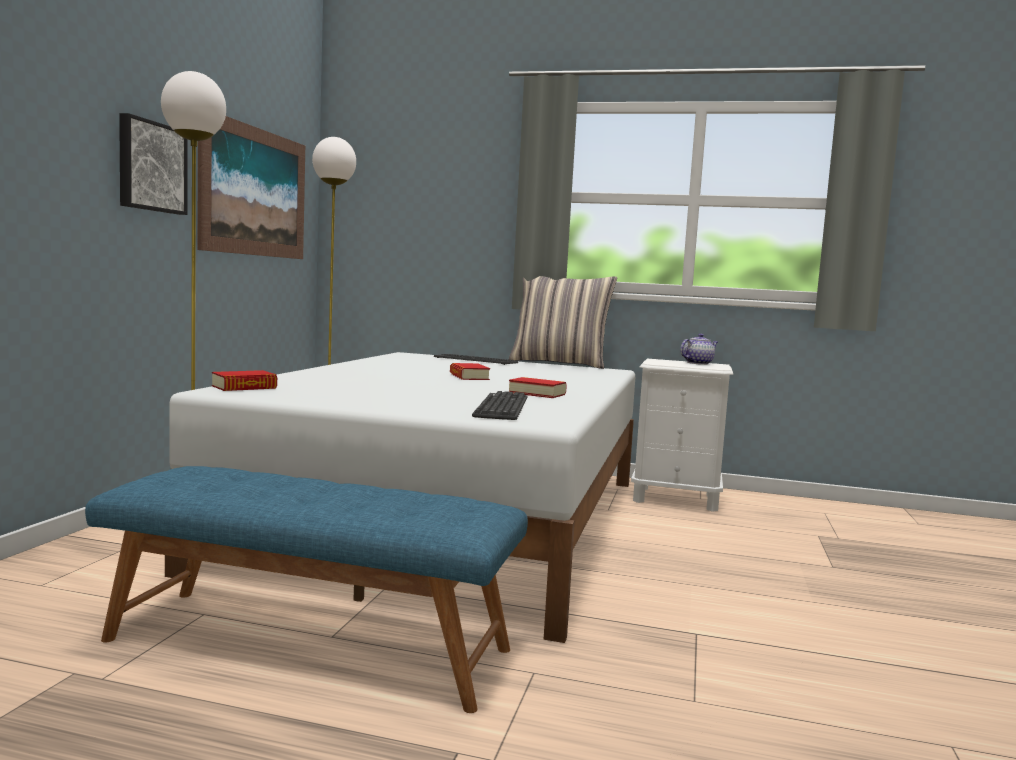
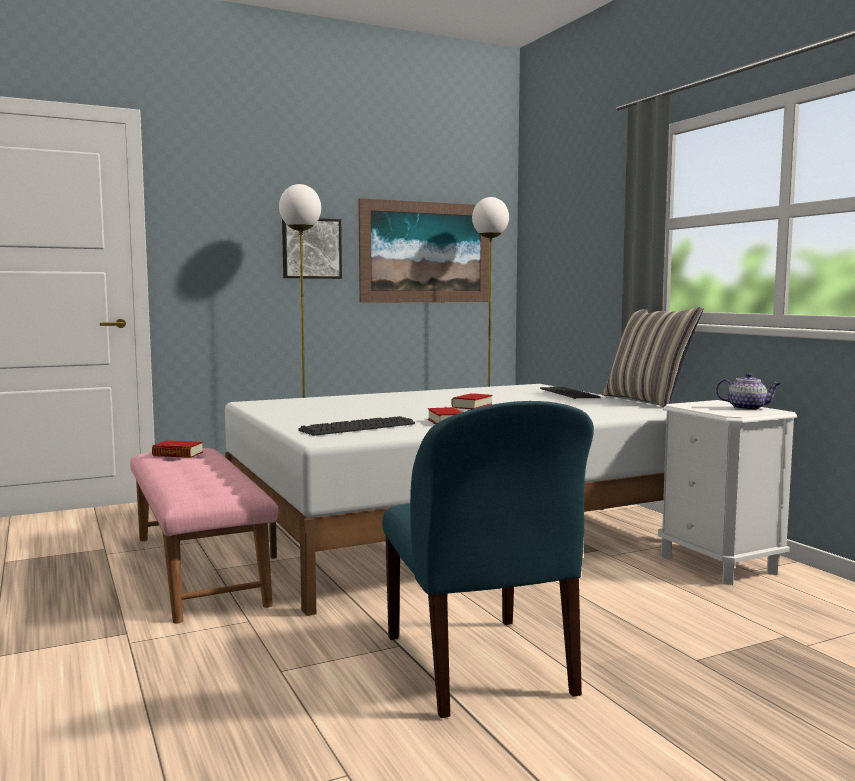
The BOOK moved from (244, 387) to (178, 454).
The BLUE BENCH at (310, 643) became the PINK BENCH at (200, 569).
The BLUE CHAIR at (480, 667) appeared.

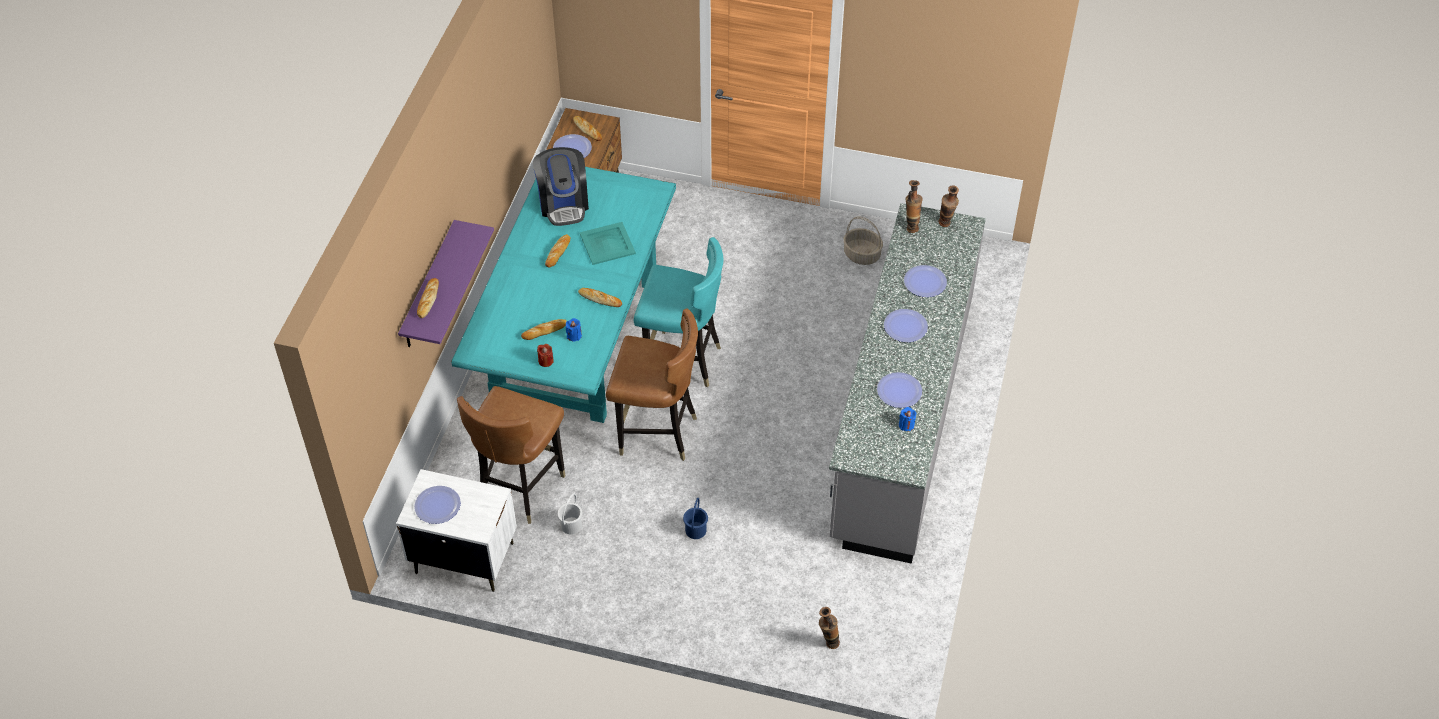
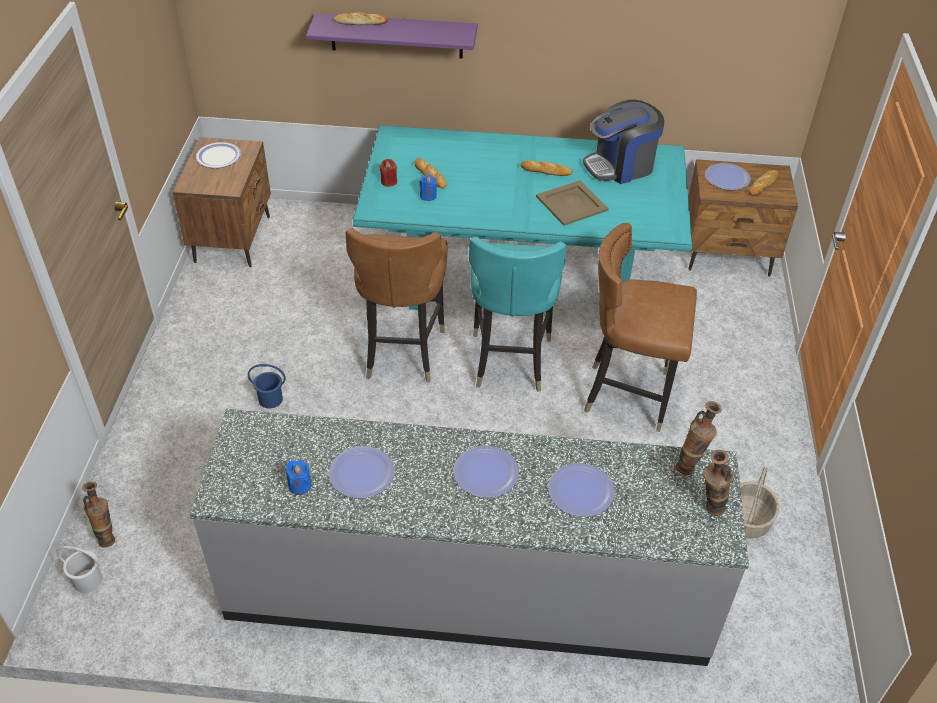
The TURQUOISE TRAY at (607, 243) became the BEIGE TRAY at (572, 203).
The BREAD at (600, 299) disappeared.
The BROWN CHAIR moved from (519, 487) to (629, 395).
The WHITE NIGHTSTAND at (464, 557) became the BROWN NIGHTSTAND at (233, 239).
The WHITE BUCKET moved from (570, 525) to (88, 580).

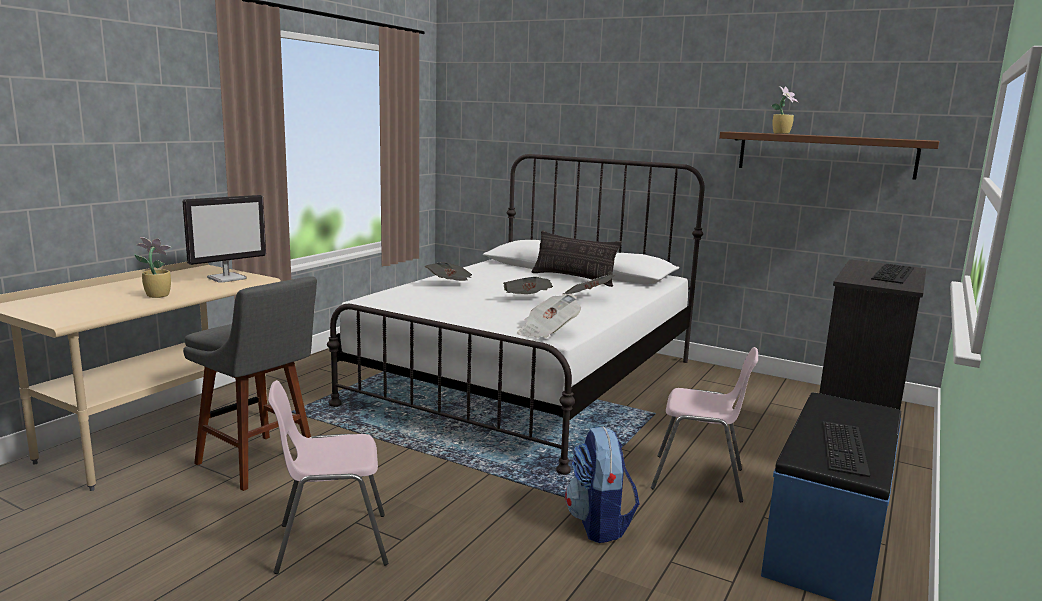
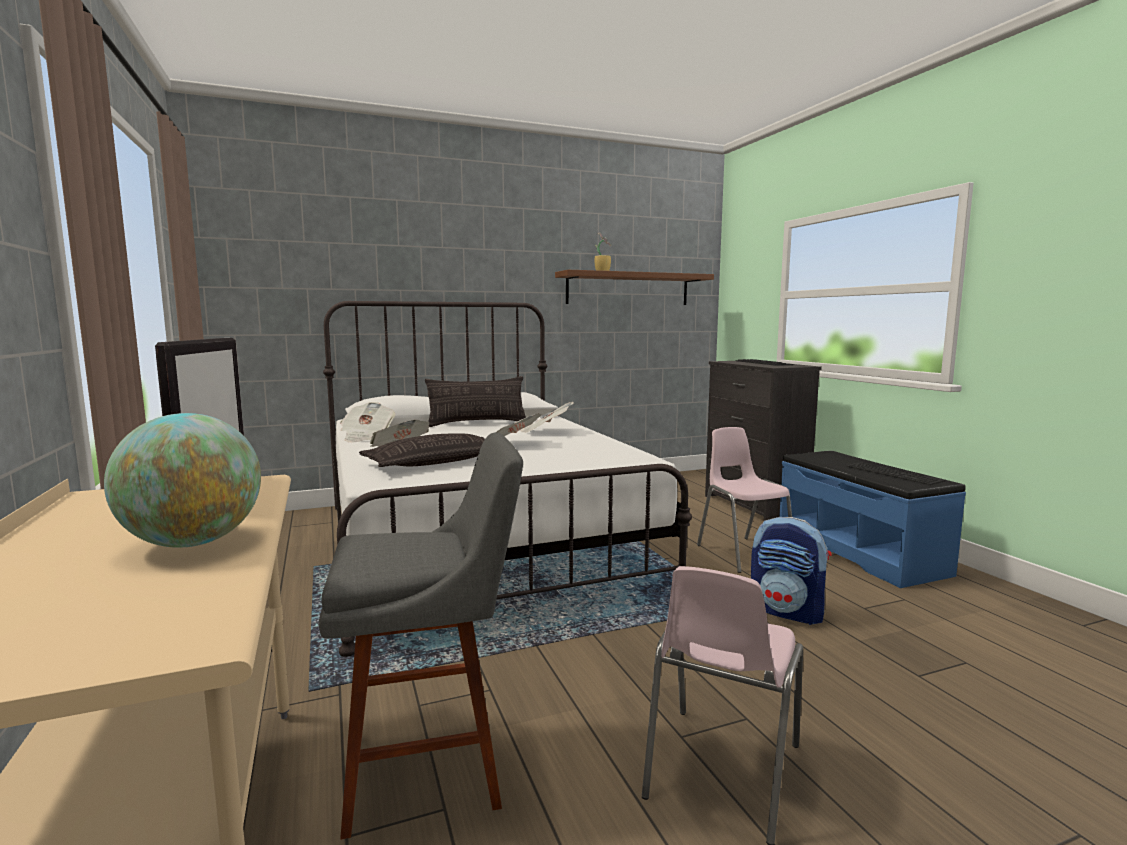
The POTTED PLANT at (157, 295) was replaced by the GLOBE at (193, 543).
The NEWSPAPER moved from (547, 332) to (366, 437).
The PINK CHAIR at (699, 479) turned 75 degrees counterclockwise.
The PILLOW at (437, 462) appeared.

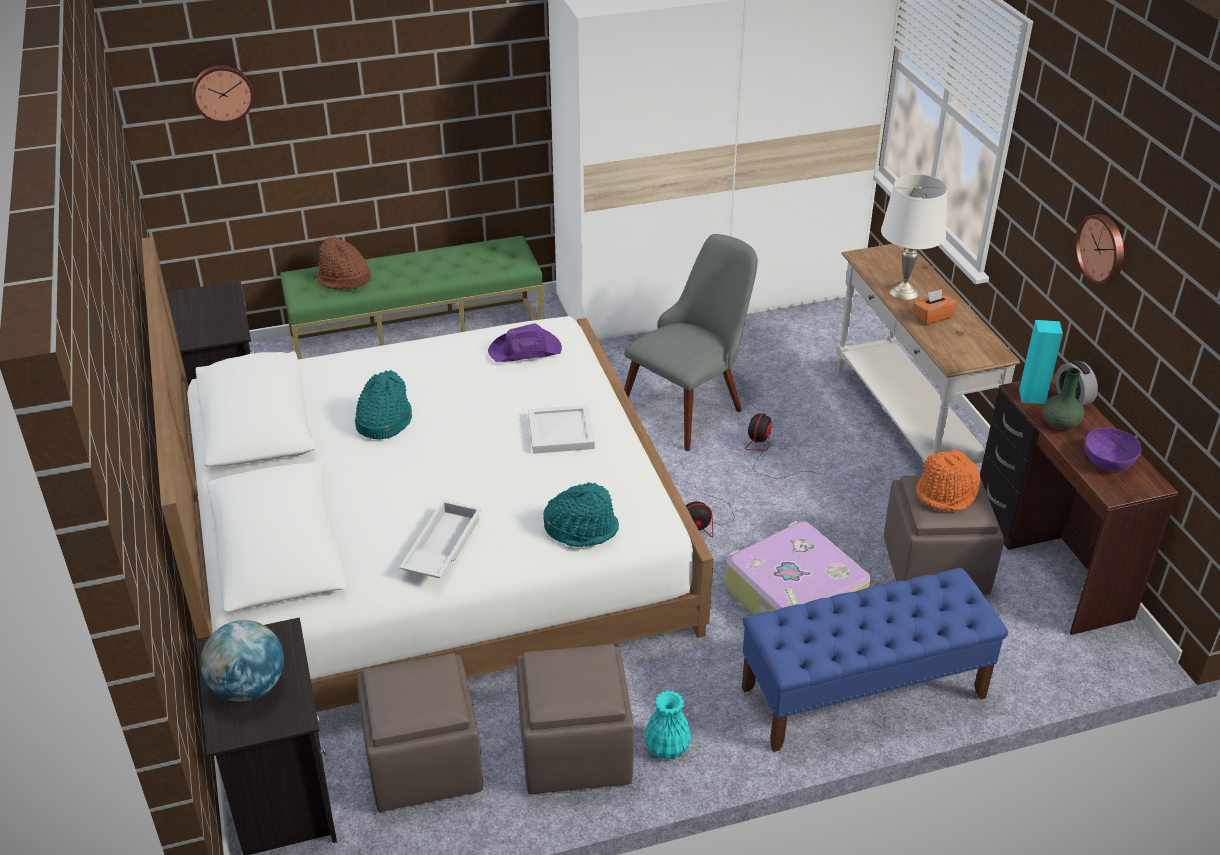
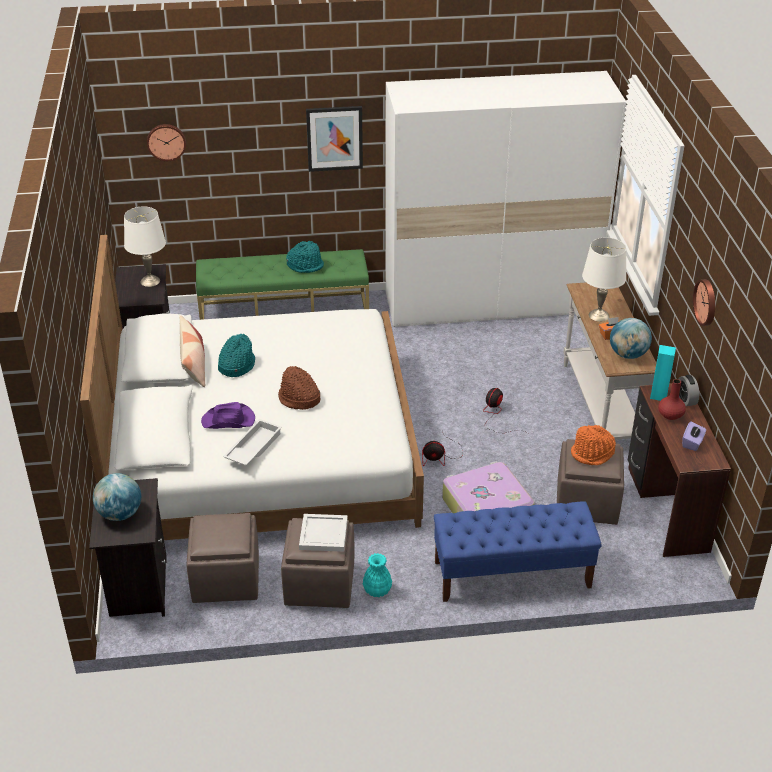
The GREY CHAIR at (690, 404) disappeared.
The BROWN HAT moved from (343, 279) to (298, 399).
The PURPLE HAT moved from (526, 351) to (229, 421).
The GREEN VASE at (1060, 423) became the RED VASE at (670, 415).
The WHITE TRAY moved from (561, 431) to (324, 534).
The PURPLE BOWL at (1108, 460) was replaced by the PURPLE TISSUE BOX at (692, 443).
The TURQUOISE HAT moved from (582, 528) to (305, 265).
The PICTURE at (334, 138) appeared.
The WHITE TABLE LAMP at (150, 281) appeared.
The PILLOW at (193, 365) appeared.
The GLOBE at (627, 354) appeared.

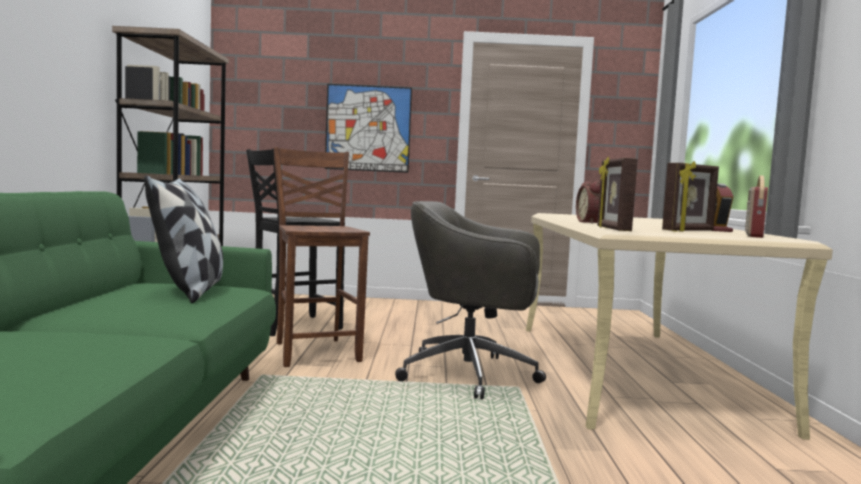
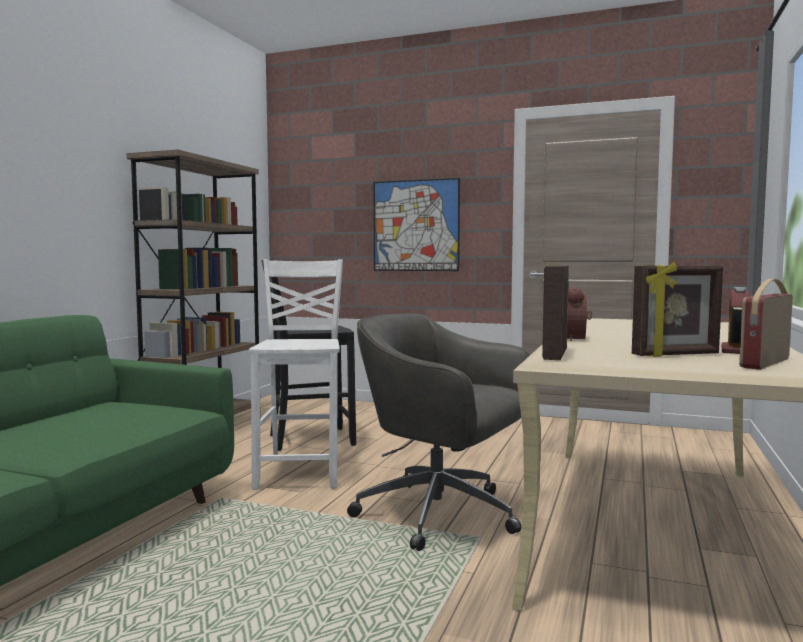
The BROWN CHAIR at (316, 351) became the WHITE CHAIR at (301, 472).
The PILLOW at (190, 291) disappeared.

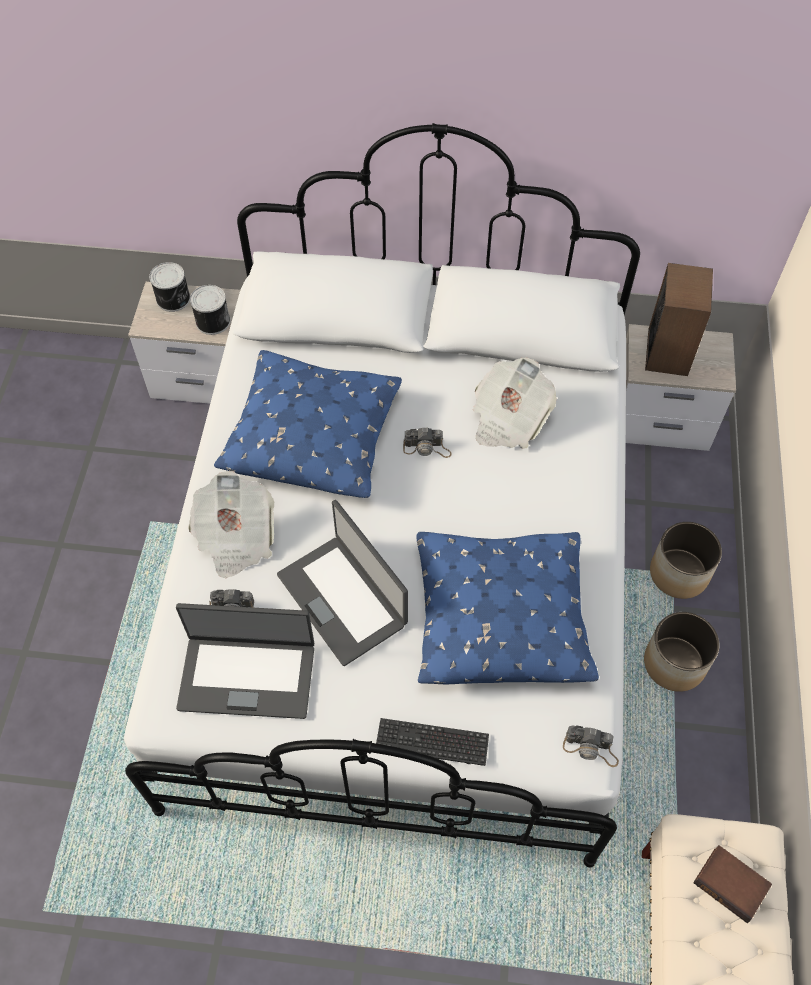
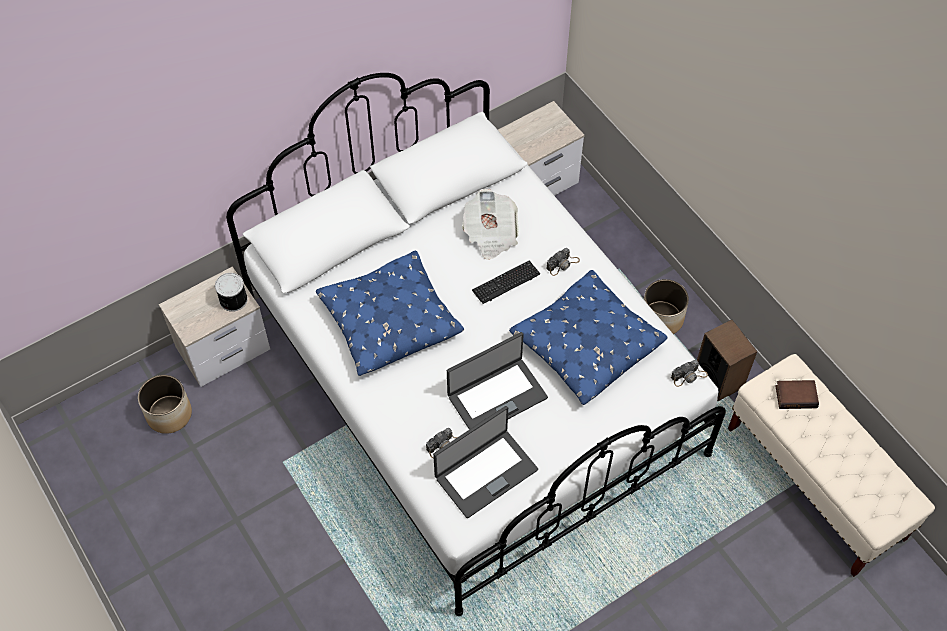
The CAN at (174, 299) disappeared.
The SPEAKER moved from (668, 352) to (719, 378).
The PHOTO CAMERA moved from (427, 448) to (562, 264).
The NEWSPAPER at (235, 537) disappeared.
The LAPTOP at (343, 599) turned 45 degrees counterclockwise.
The PLANTER moved from (679, 573) to (169, 414).
The KEYBOARD moved from (432, 742) to (506, 283).

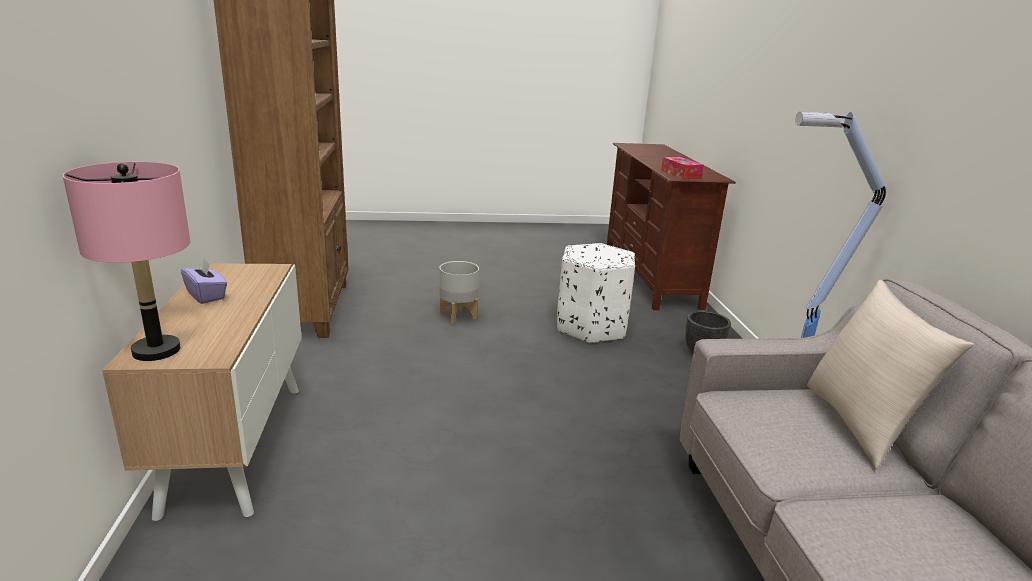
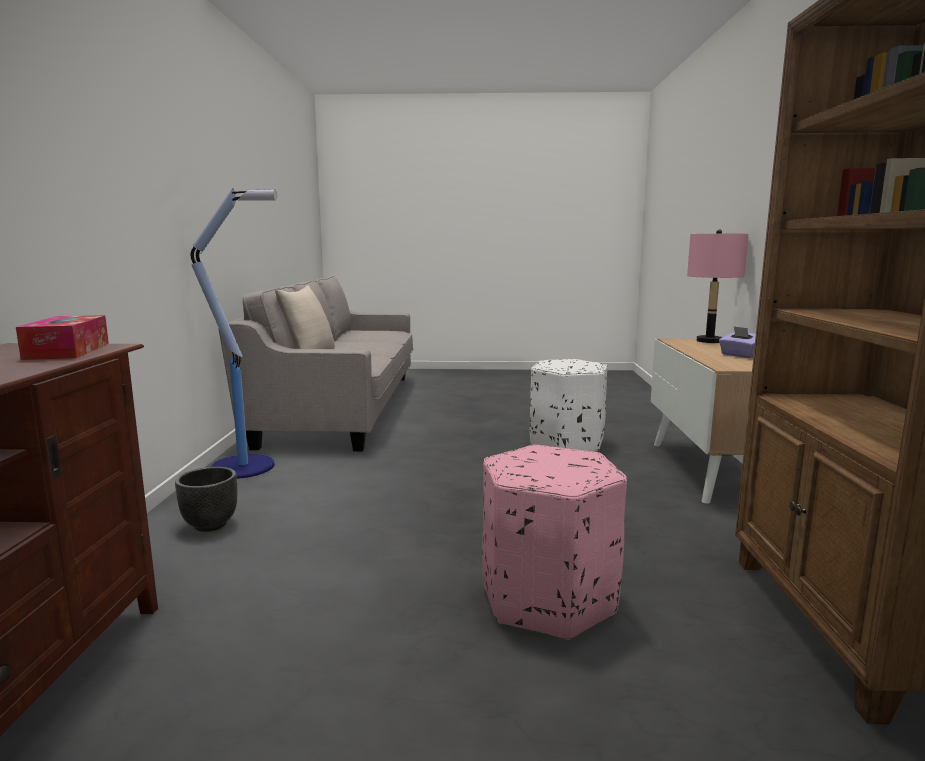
The WHITE OTTOMAN moved from (592, 327) to (566, 442).
The GREY PLANTER at (458, 317) was replaced by the PINK OTTOMAN at (548, 599).

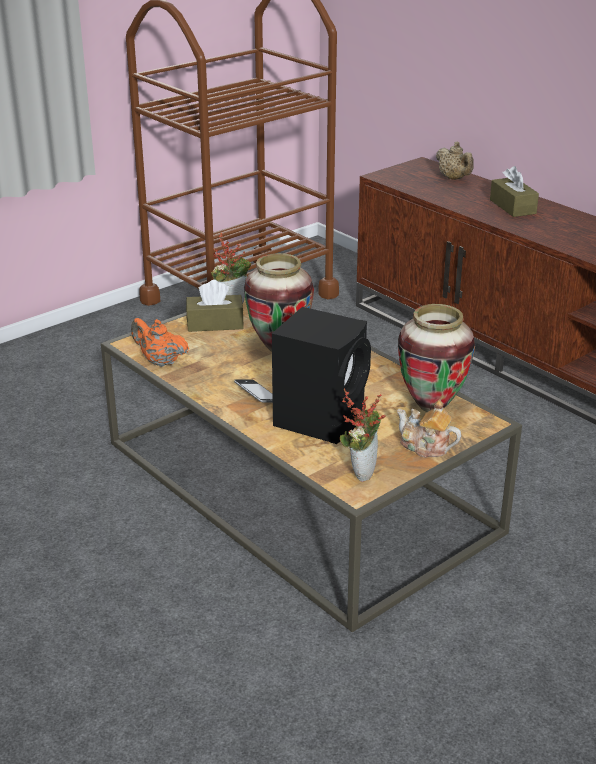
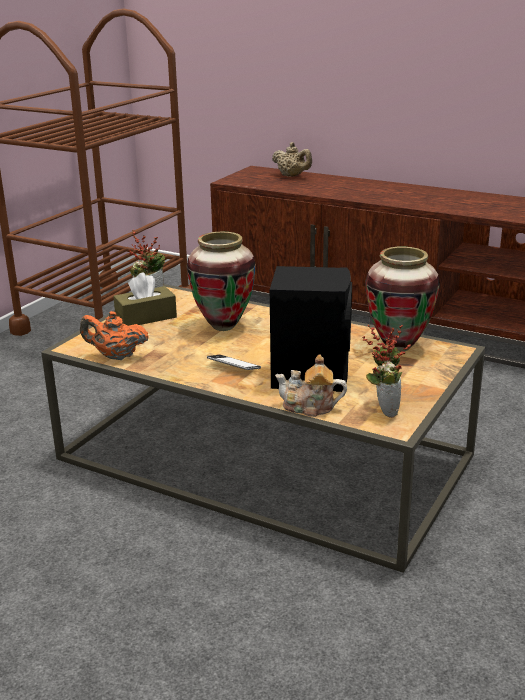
The BROWN TISSUE BOX at (512, 207) disappeared.
The TEAPOT moved from (425, 447) to (309, 407).

